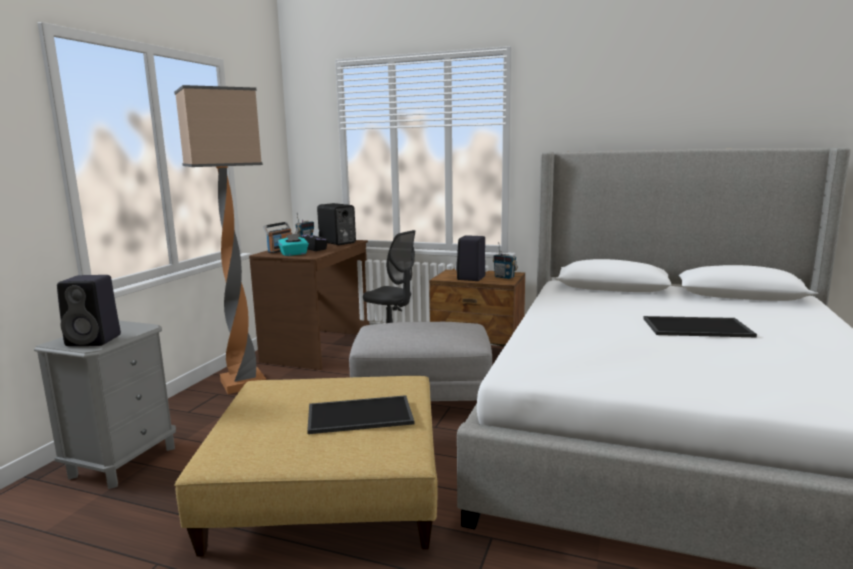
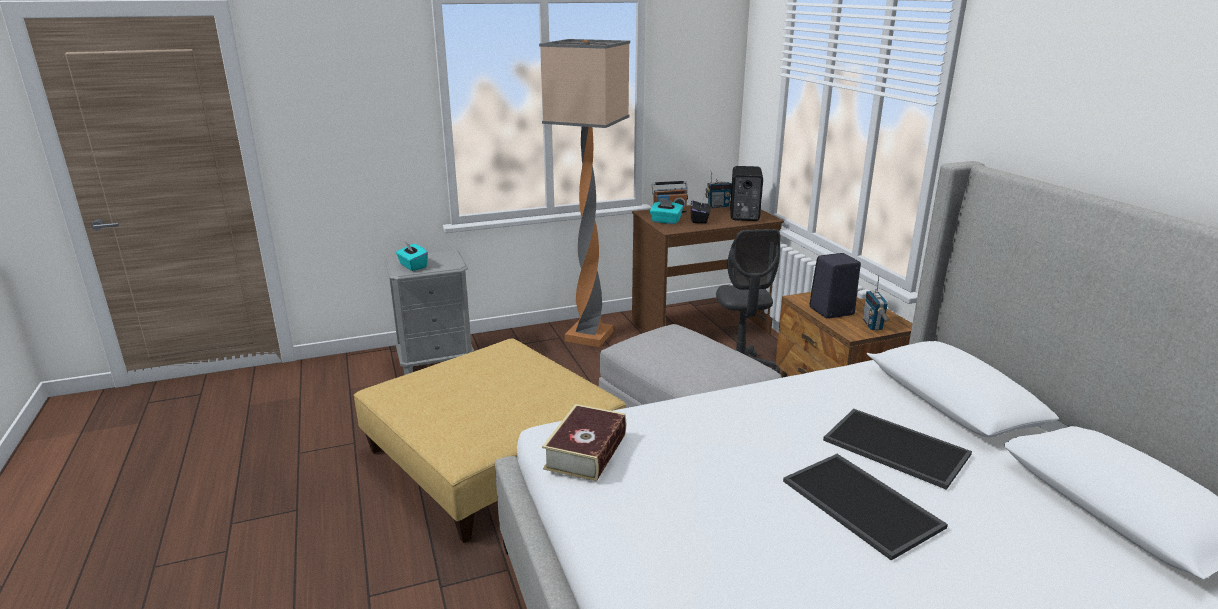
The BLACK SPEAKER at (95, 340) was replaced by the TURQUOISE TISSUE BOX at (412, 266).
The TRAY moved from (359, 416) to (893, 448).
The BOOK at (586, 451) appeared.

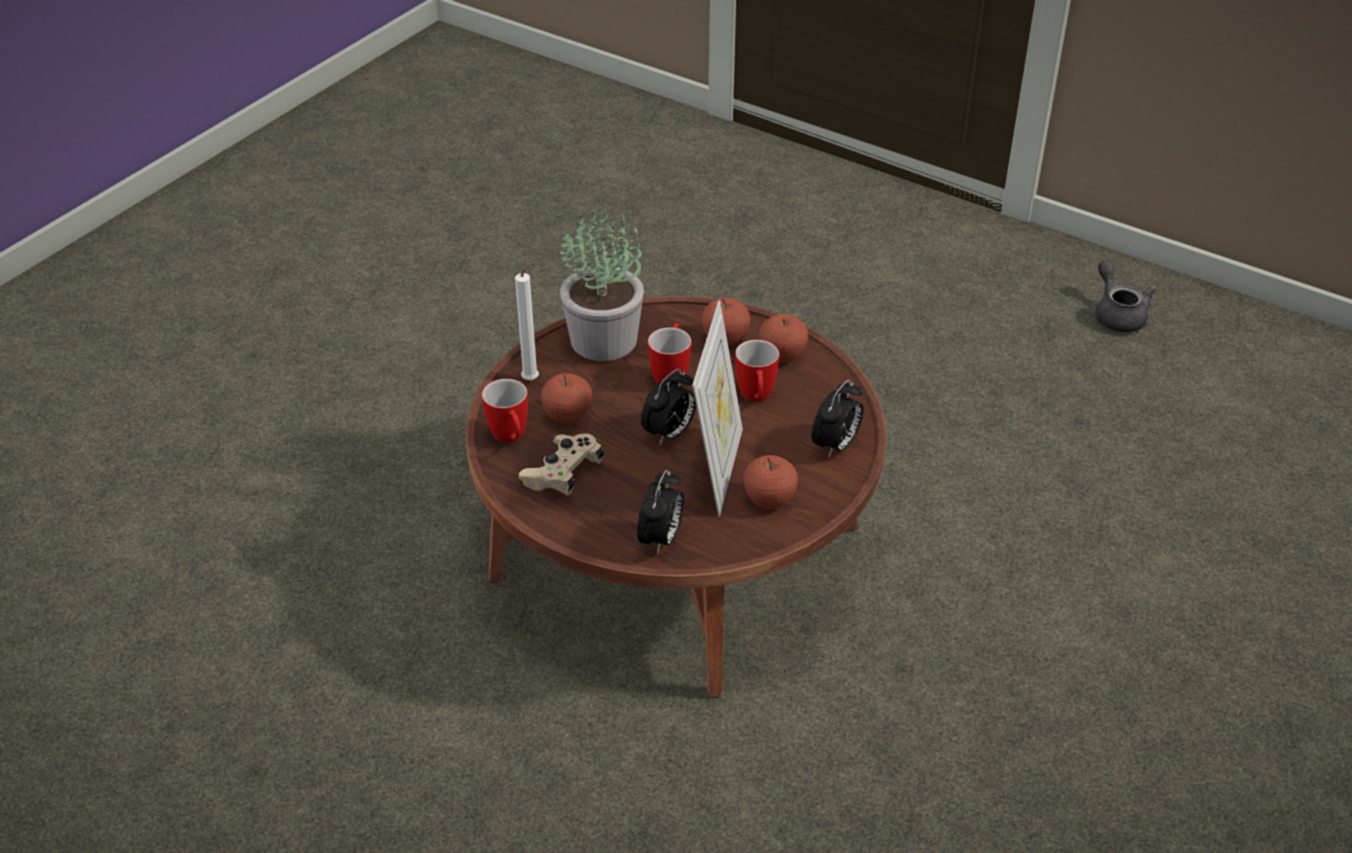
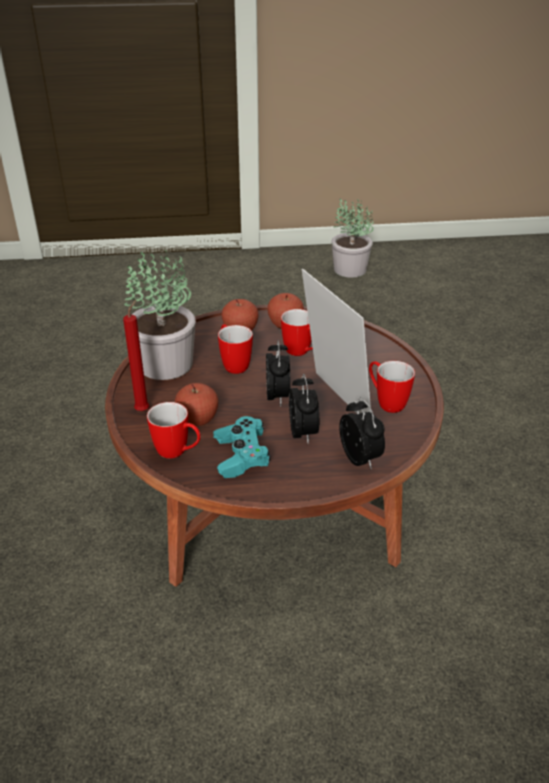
The GREY TEAPOT at (1117, 314) was replaced by the POTTED PLANT at (349, 270).
The WHITE CANDLE at (533, 379) became the RED CANDLE at (144, 409).
The ALARM CLOCK moved from (836, 446) to (303, 433).
The BEIGE GAME CONTROLLER at (563, 474) became the TURQUOISE GAME CONTROLLER at (241, 456).
The APPLE at (769, 500) was replaced by the MUG at (386, 402).

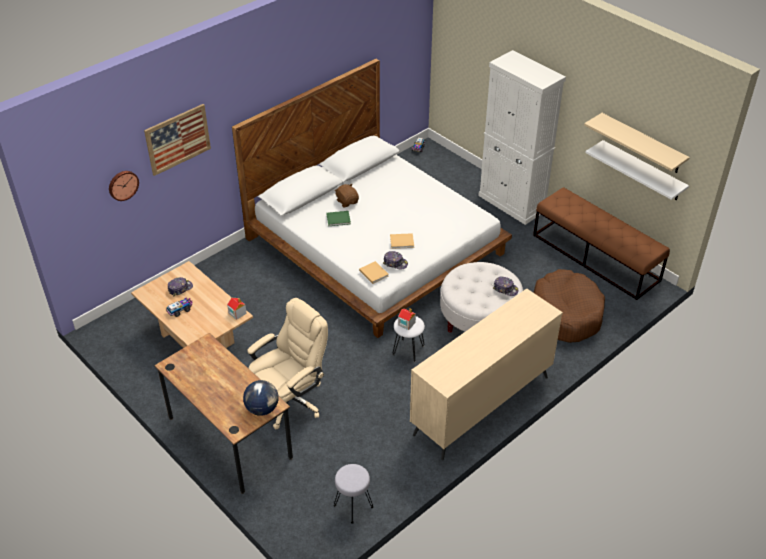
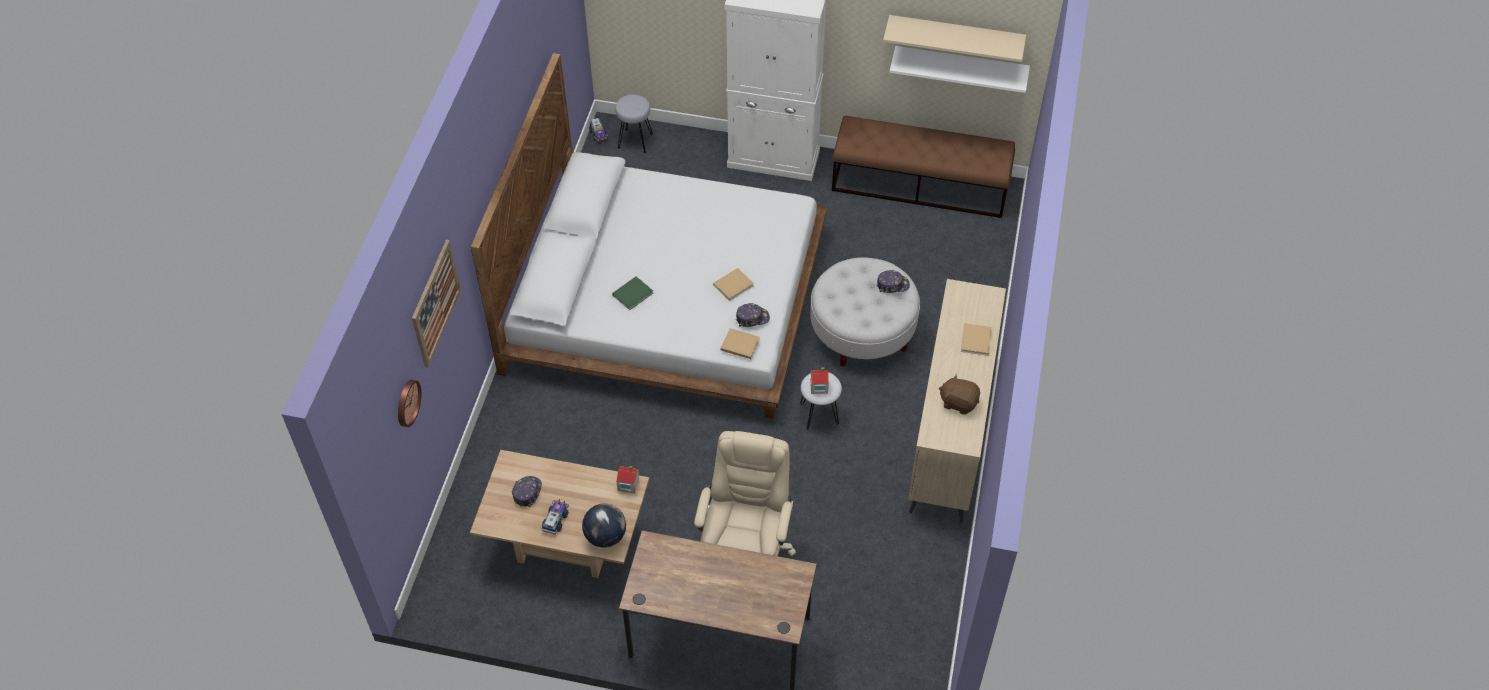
The BROWN PLUSH TOY moved from (347, 202) to (958, 402).
The BROWN DOG BED at (566, 314) disappeared.
The GLOBE moved from (262, 409) to (606, 536).
The GREY STOOL moved from (353, 506) to (635, 141).
The BEIGE BOOK at (975, 341) appeared.

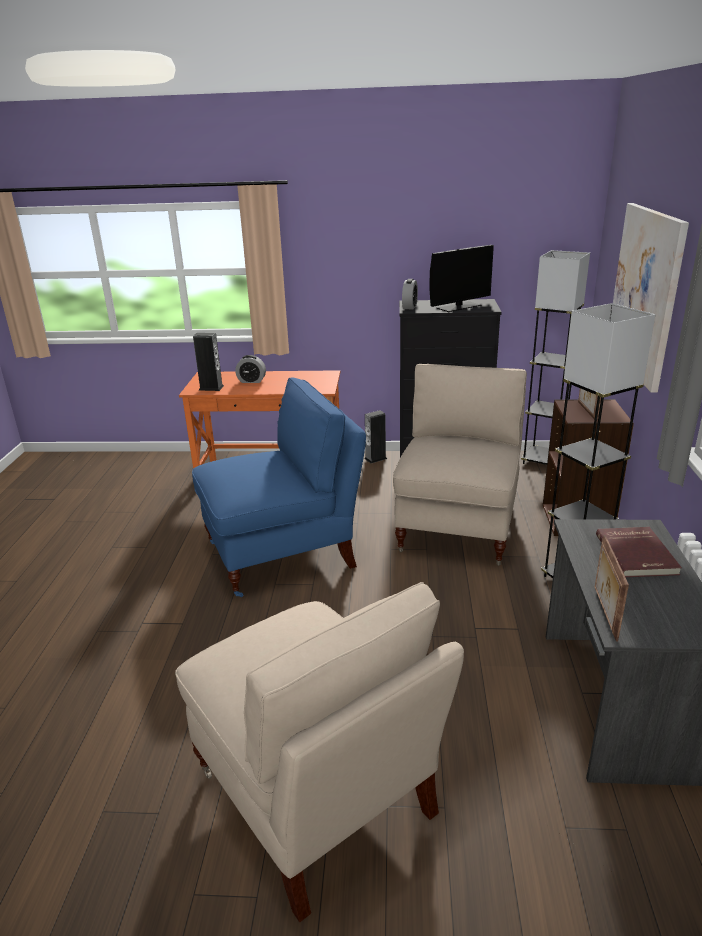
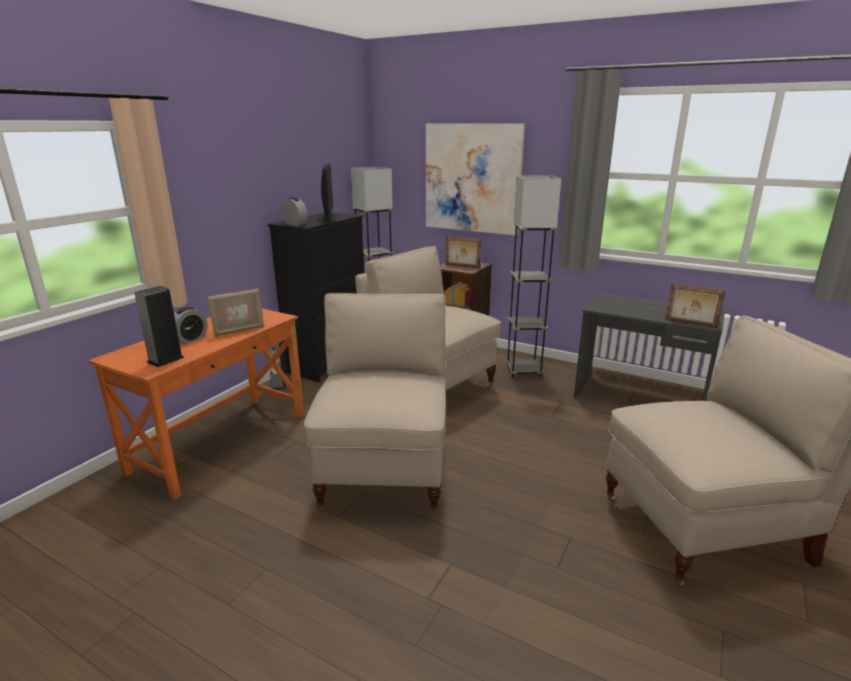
The BLUE CHAIR at (283, 554) became the BEIGE CHAIR at (385, 471).
The RED BOOK at (637, 554) disappeared.
The PICTURE FRAME at (239, 331) appeared.

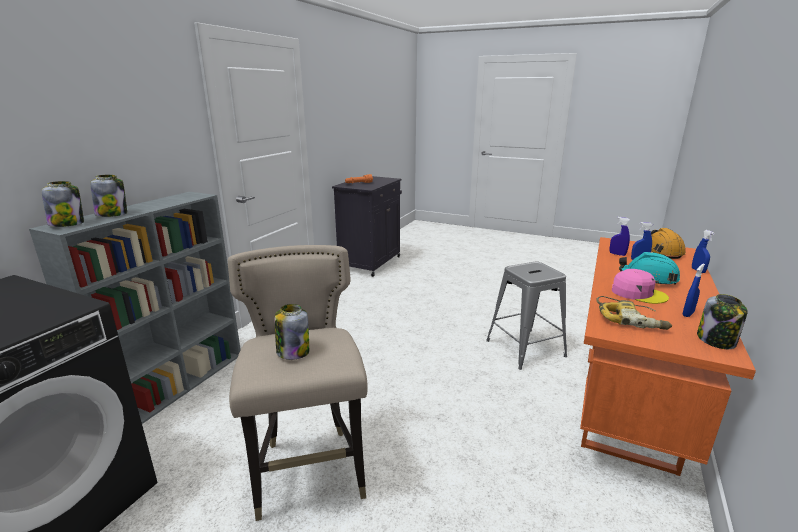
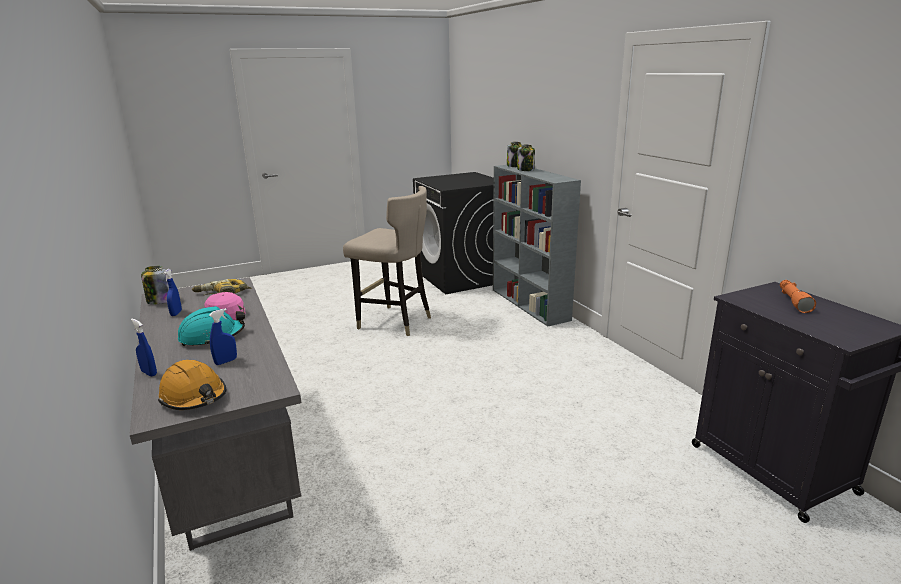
The BLUE SPRAY BOTTLE at (617, 254) disappeared.
The ORANGE DESK at (628, 398) became the GREY DESK at (229, 462).
The GREY STOOL at (525, 349) disappeared.
The JAR at (293, 351) disappeared.

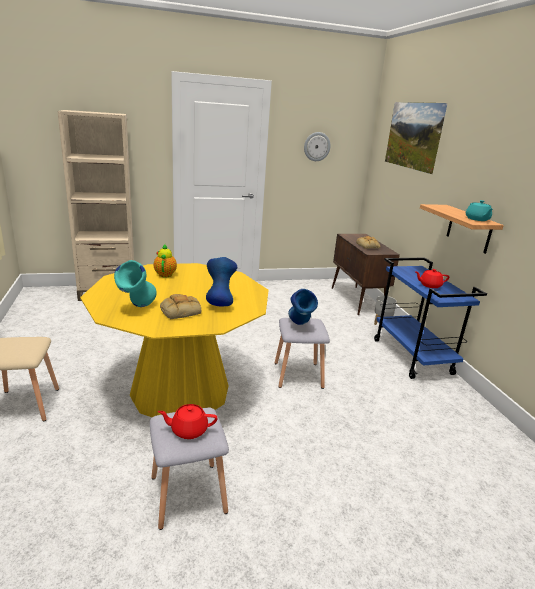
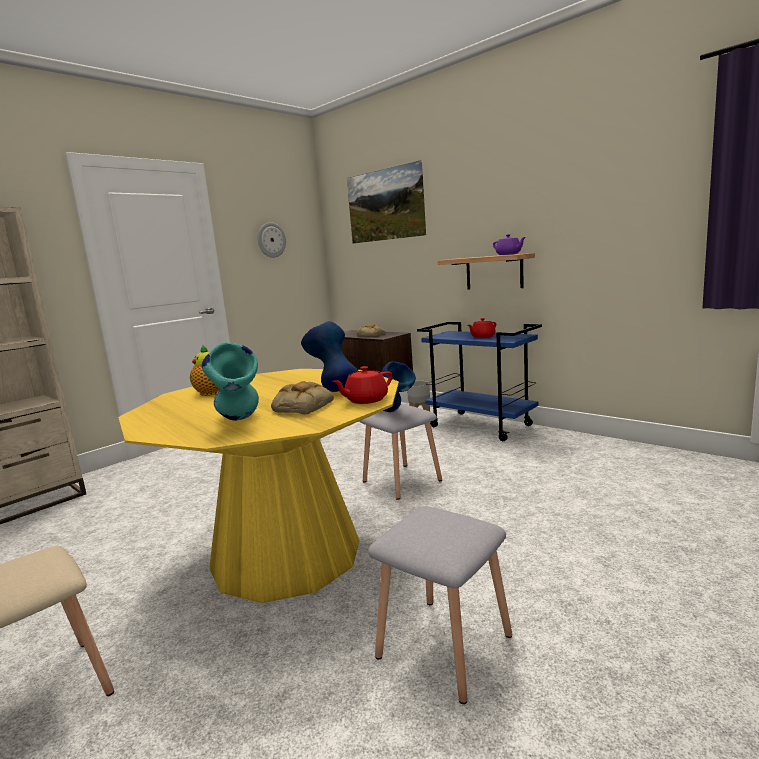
The TURQUOISE TEAPOT at (477, 219) became the PURPLE TEAPOT at (509, 254).
The RED TEAPOT moved from (188, 430) to (365, 400).

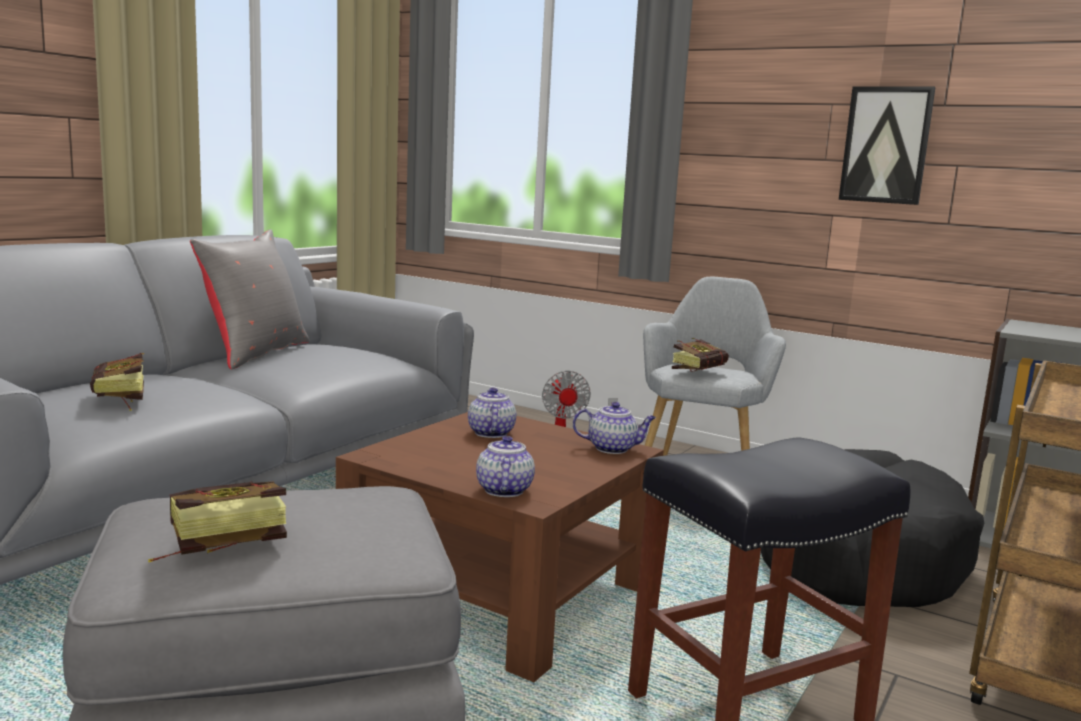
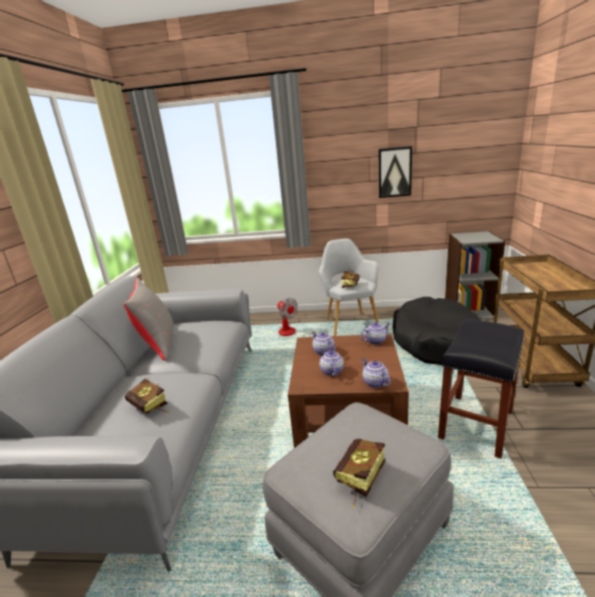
The TEAPOT at (331, 371) appeared.

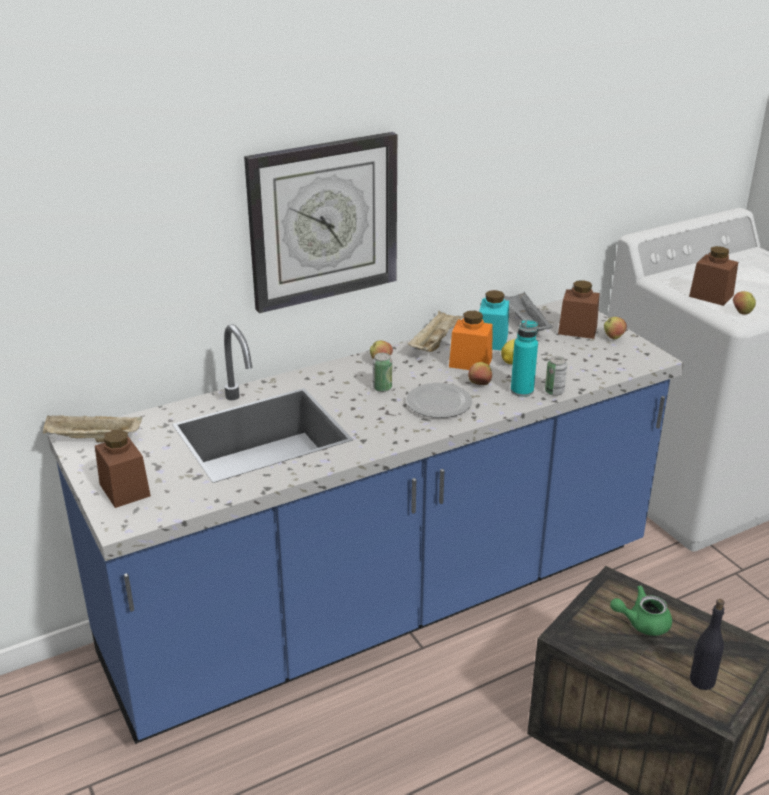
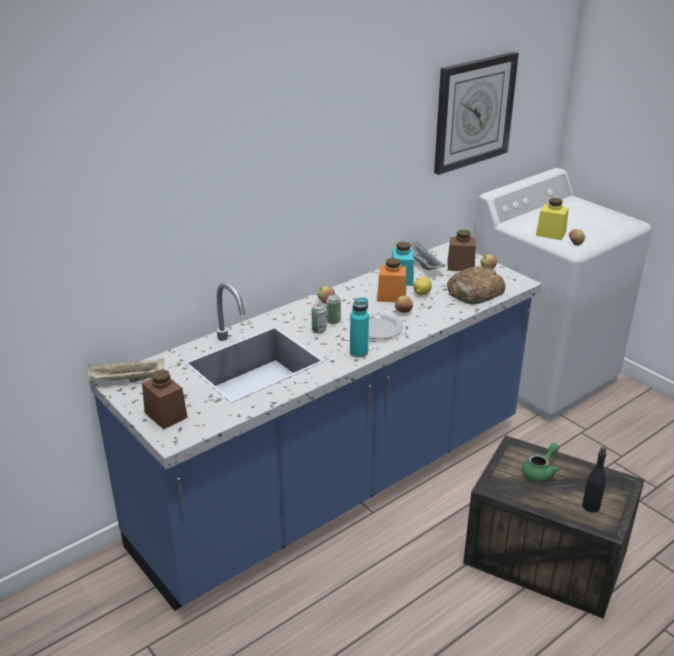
The WALL CLOCK moved from (323, 221) to (473, 112).
The BROWN JAR at (711, 296) became the YELLOW JAR at (550, 234).
The BEIGE TRAY at (435, 343) disappeared.
The TURQUOISE BOTTLE moved from (522, 391) to (358, 352).
The CAN moved from (554, 392) to (319, 330).
The GREEN TEAPOT at (642, 622) turned 150 degrees clockwise.
The BREAD at (475, 292) appeared.

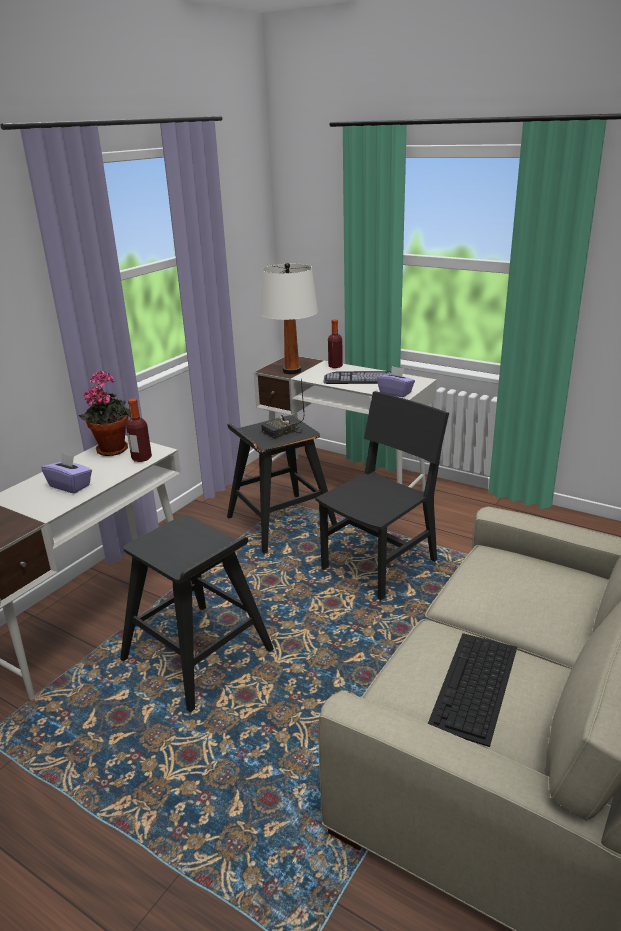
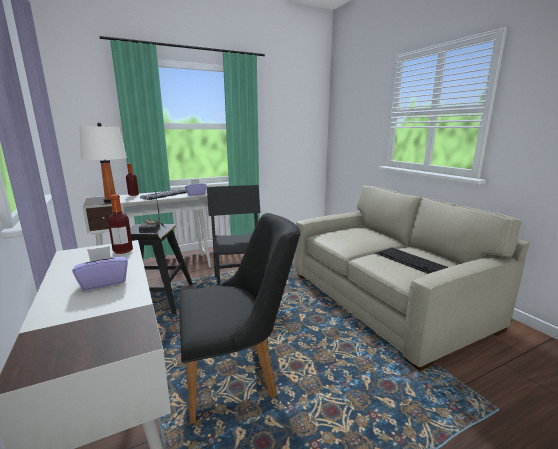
The POTTED PLANT at (112, 448) disappeared.
The BLACK STOOL at (198, 656) was replaced by the BLACK CHAIR at (238, 375).

